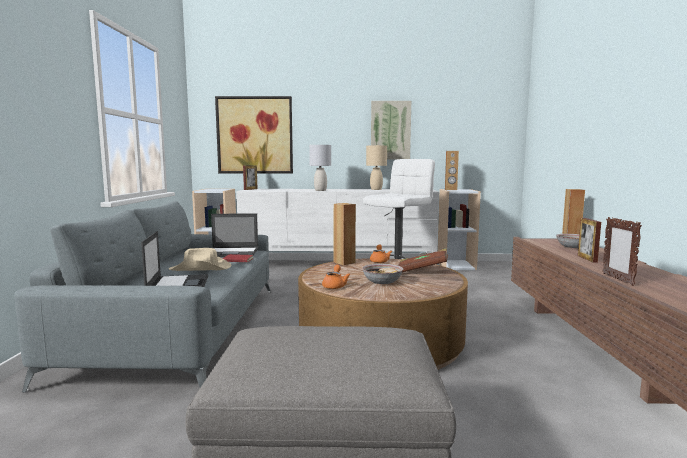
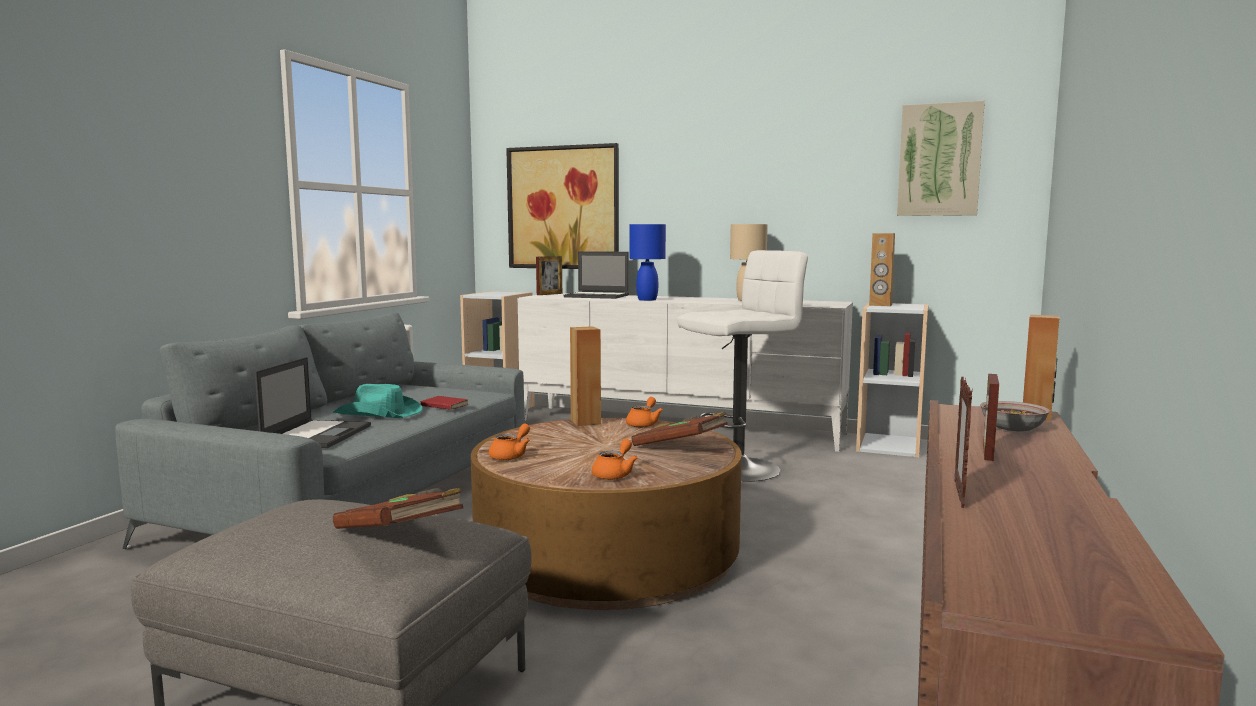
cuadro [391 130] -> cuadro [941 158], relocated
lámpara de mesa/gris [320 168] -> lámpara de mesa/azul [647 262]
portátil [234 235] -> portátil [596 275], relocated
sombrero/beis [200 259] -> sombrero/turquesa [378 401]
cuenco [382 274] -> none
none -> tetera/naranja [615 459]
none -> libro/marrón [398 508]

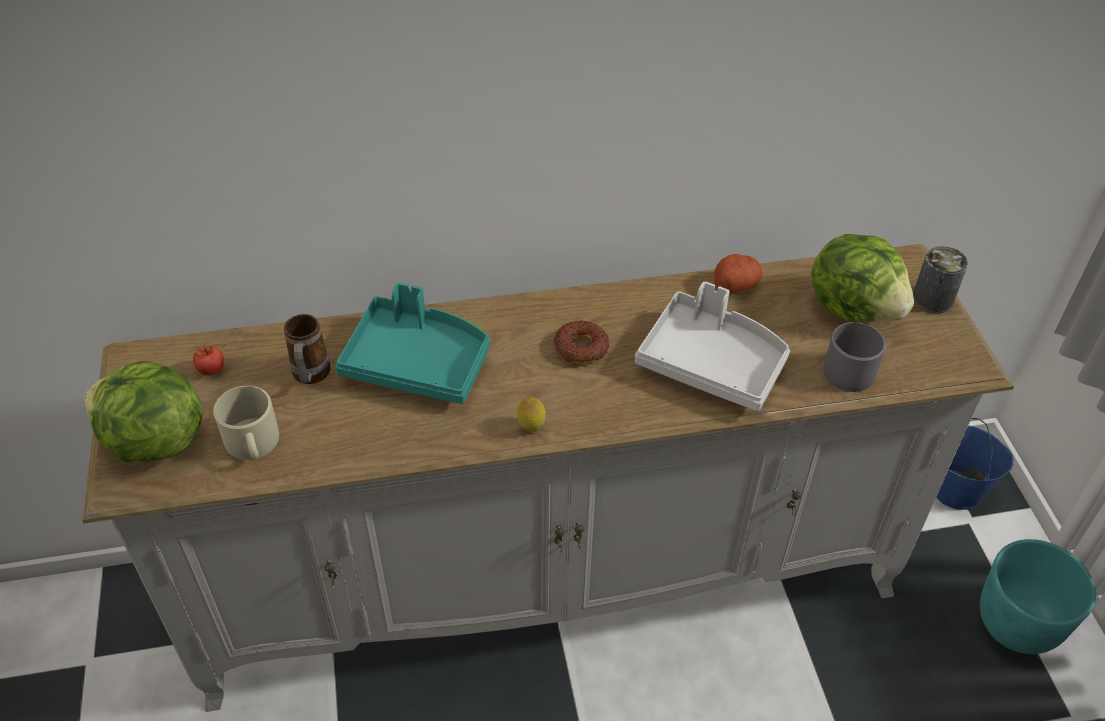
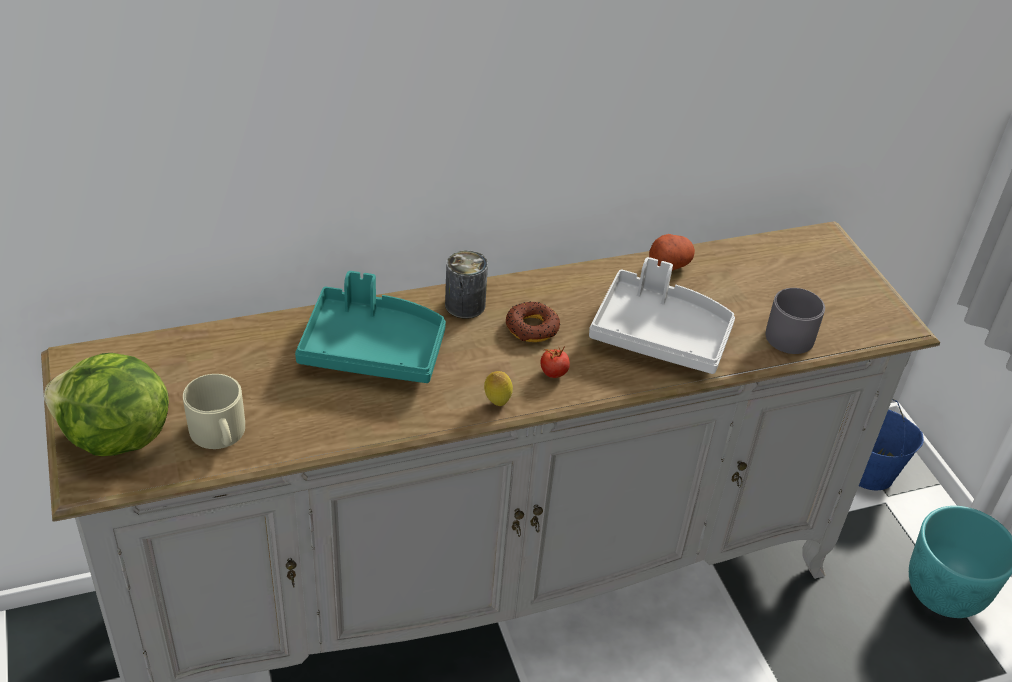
lechuga [862 278] -> none
lata [940 279] -> lata [466 284], relocated
taza grande [307 349] -> none
tomate [208 359] -> tomate [555 362], relocated

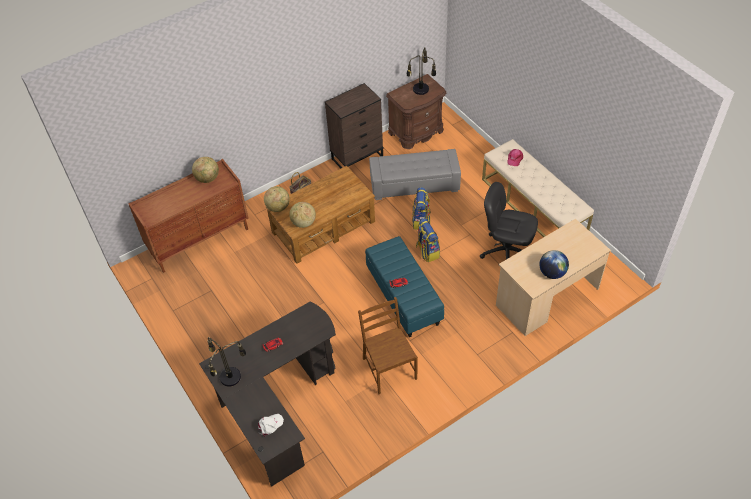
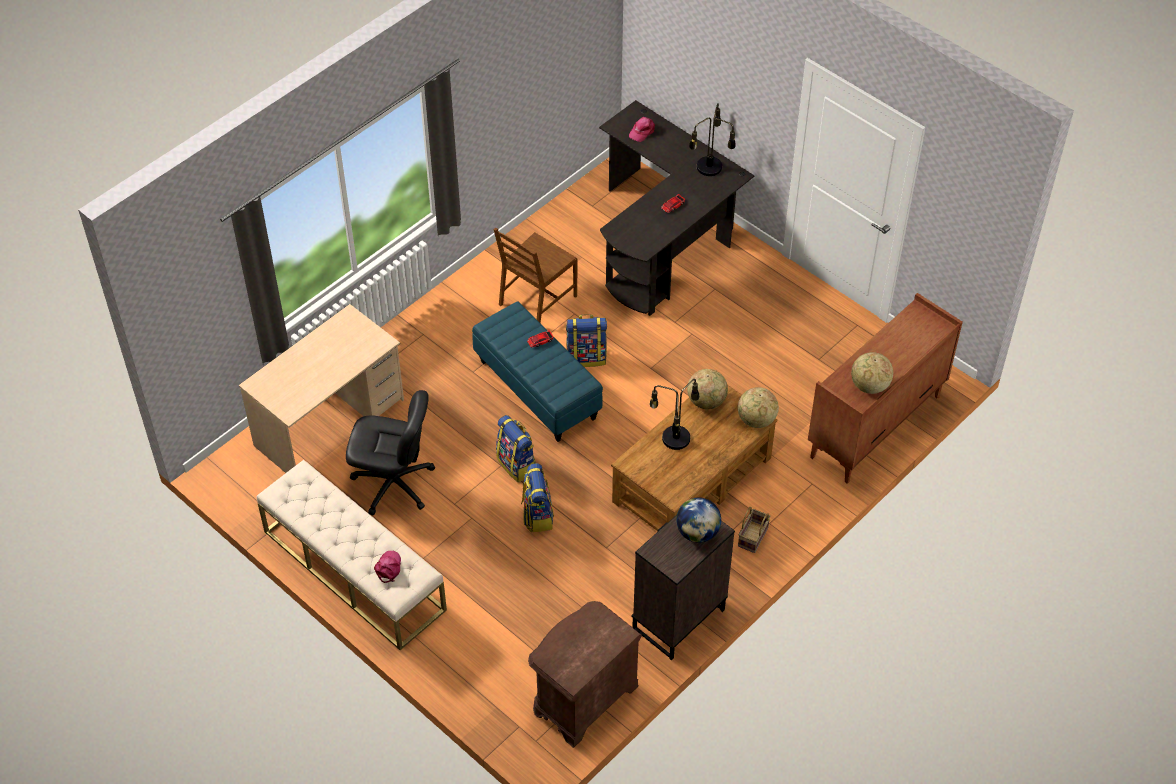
lámpara de mesa [421 71] -> lámpara de mesa [674 414], relocated
puf/gris [415 174] -> none
globo terráqueo [554 264] -> globo terráqueo [698 520], relocated
silla/marrón [388 345] -> silla/marrón [535 275], 75 degrees clockwise
gorra/blanco [271 425] -> gorra/rosa [642 129]
none -> mochila [586 340]

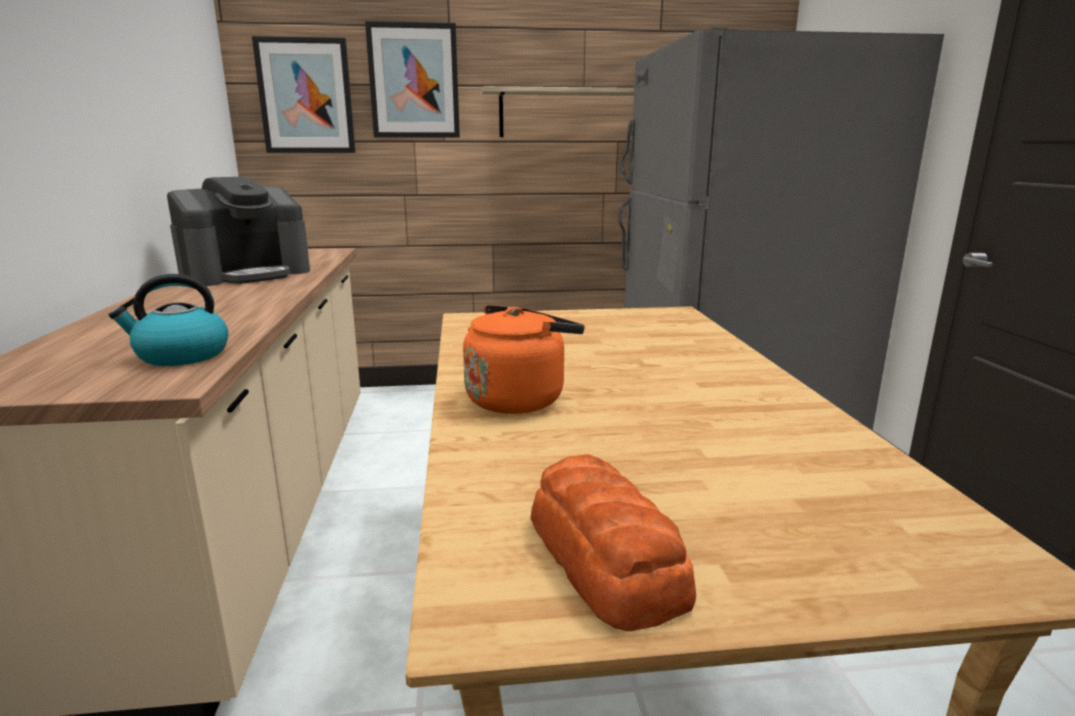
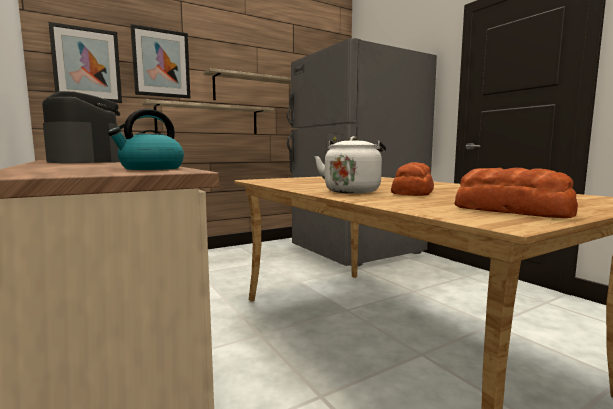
cafetera [238 231] -> cafetera [81 127], 60 degrees counterclockwise
hervidor/naranja [524 359] -> hervidor/blanco [350 165]
none -> estante [208 117]
none -> pan [412 179]

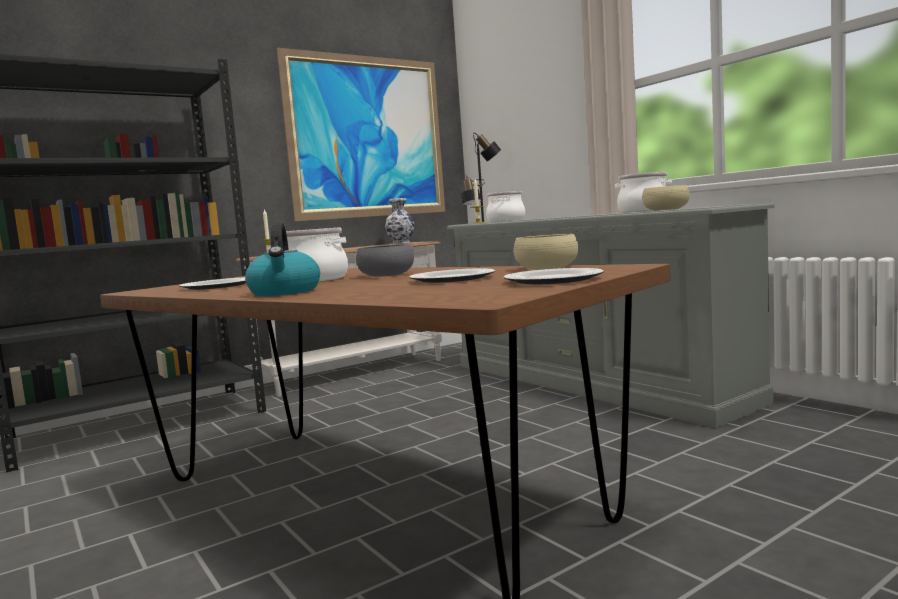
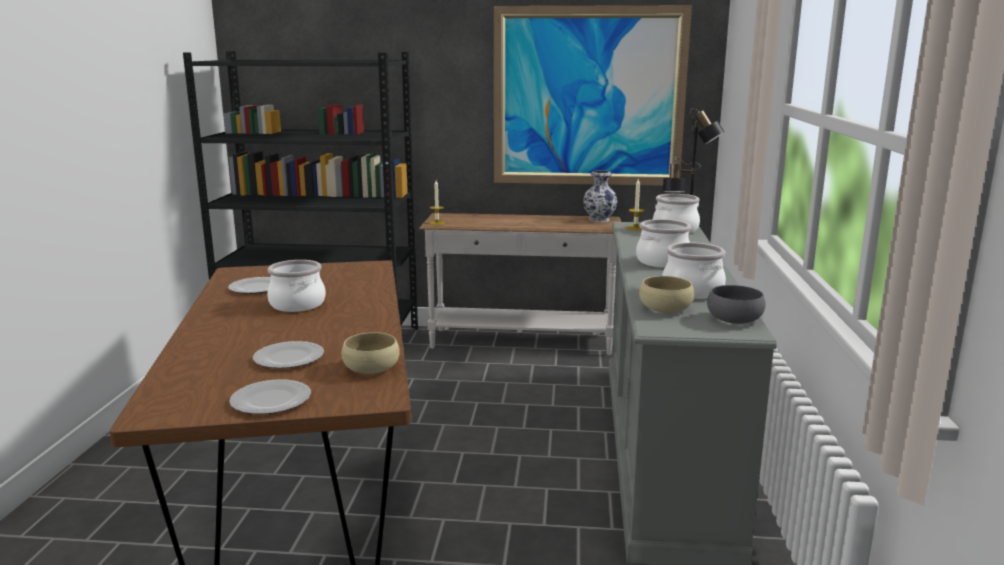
hervidor [282 259] -> none
cuenco/gris [385 260] -> cuenco/gris [736 304], relocated
none -> olla [663 243]

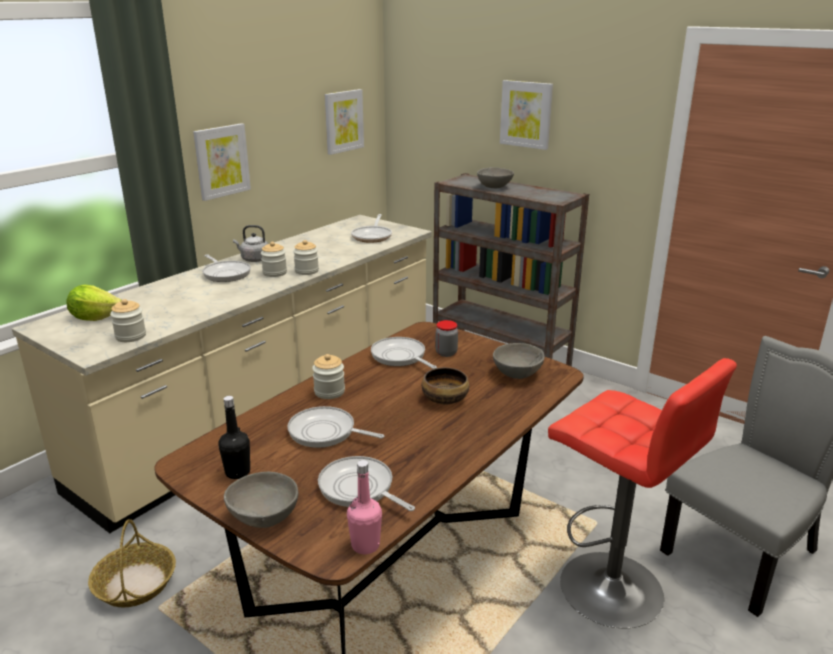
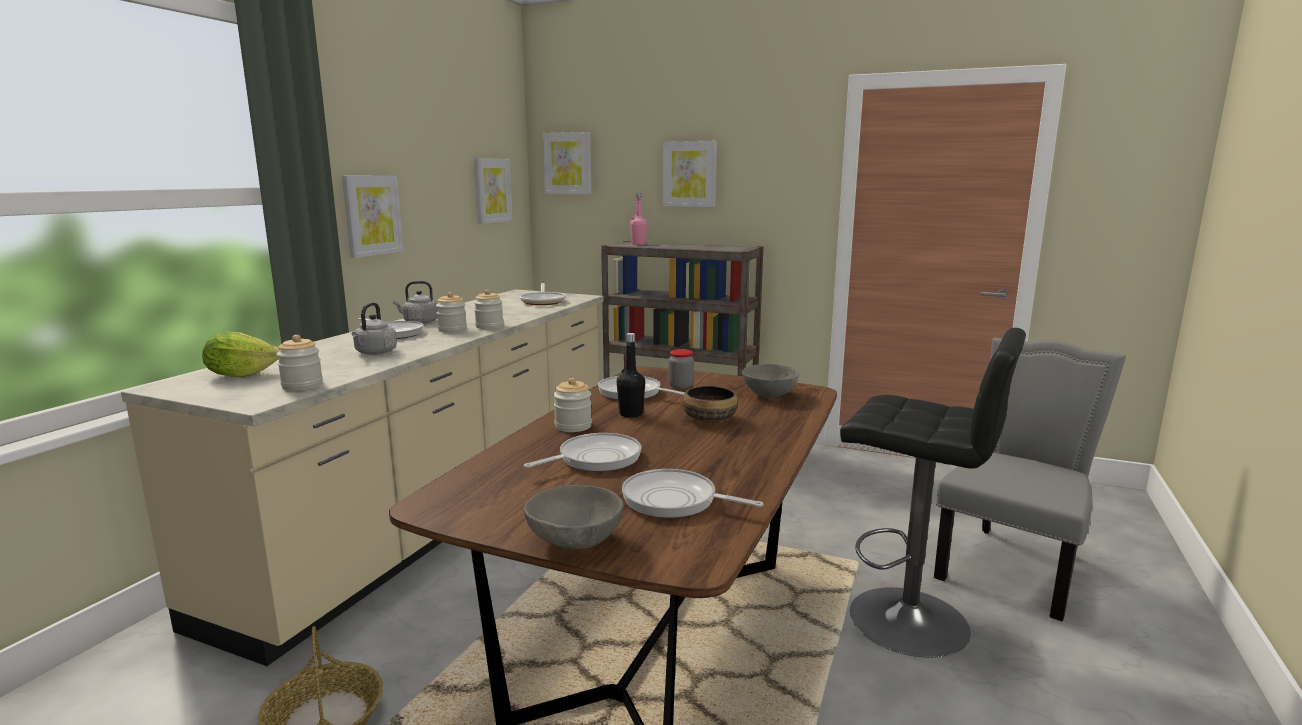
cuenco/gris [495 177] -> none
taburete/rojo [642 493] -> taburete/negro [933 493]
botella/negro [234 437] -> botella/negro [631 375], relocated
sartén [335 427] -> sartén [582 452], 135 degrees clockwise
botella/rosa [364 507] -> botella/rosa [638 219], relocated
none -> cuadro [567 163]
none -> hervidor/gris [374 328]

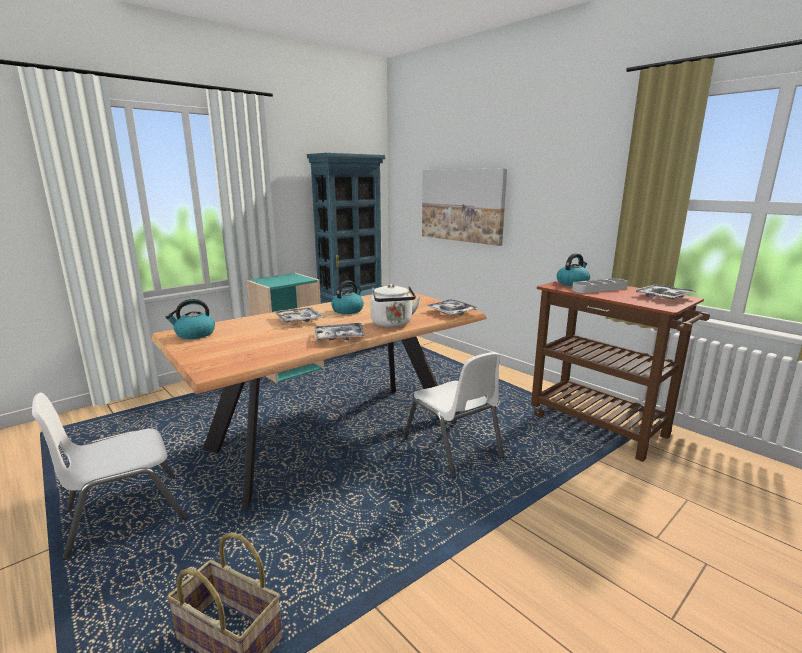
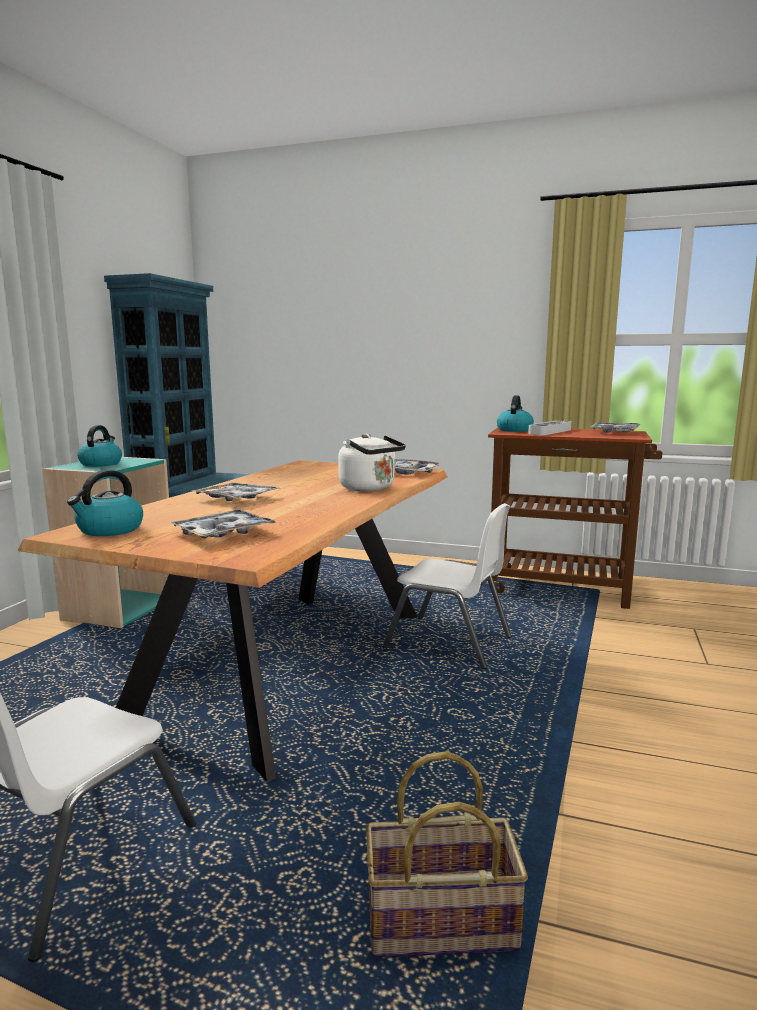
cuadro [464 207] -> none
hervidor [347 297] -> hervidor [100 446], relocated
bandeja [340 331] -> bandeja [222 523], relocated

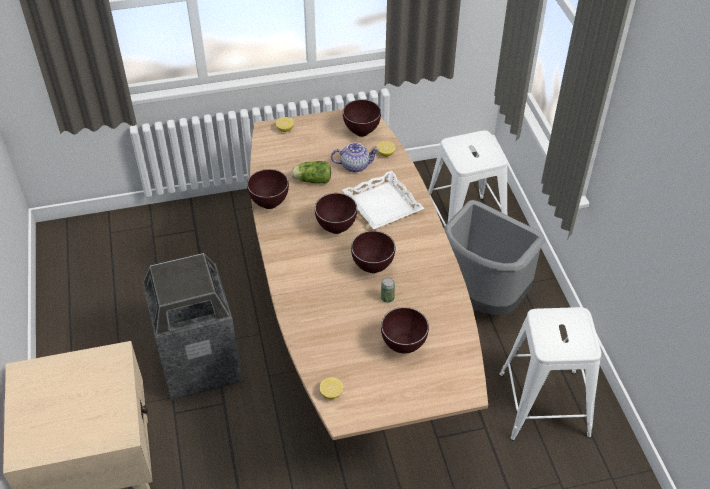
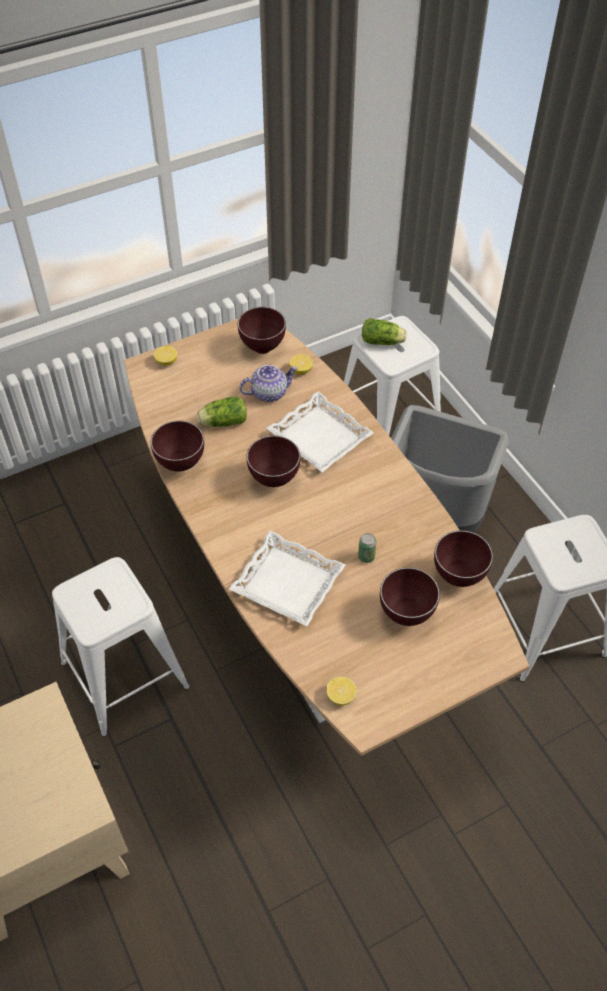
cuenco/marrón [373 252] -> cuenco/marrón [463 558], relocated
papelera [192 326] -> taburete/blanco [121 647]
none -> lechuga [384 331]
none -> bandeja/blanco [287 578]

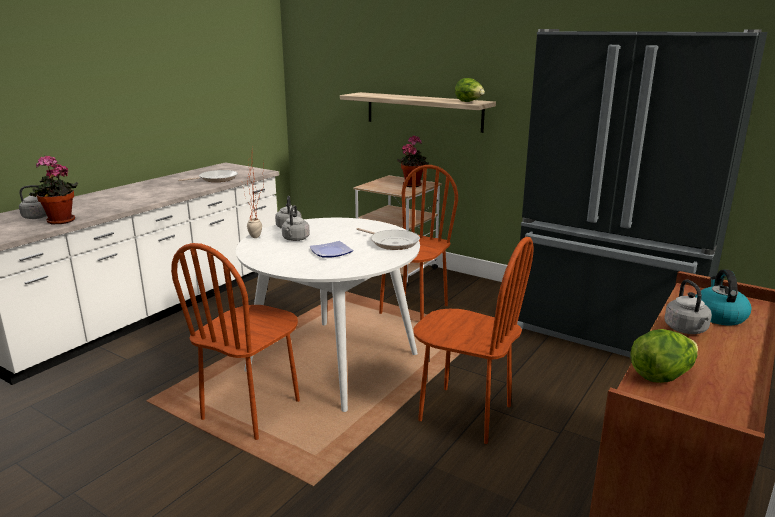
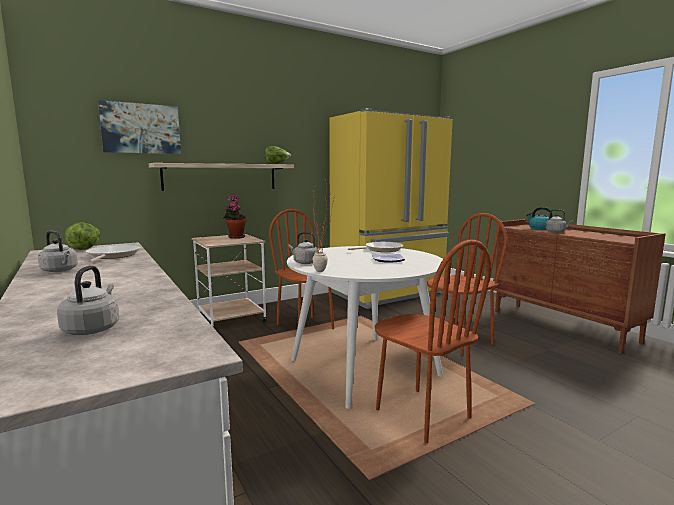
nevera/negro [642 193] -> nevera/amarillo [391 208]
planta en maceta [54 190] -> none
hervidor/gris [296 223] -> hervidor/gris [58 251], relocated
lechuga [664 356] -> lechuga [82 236], relocated
none -> cuadro [139 127]

